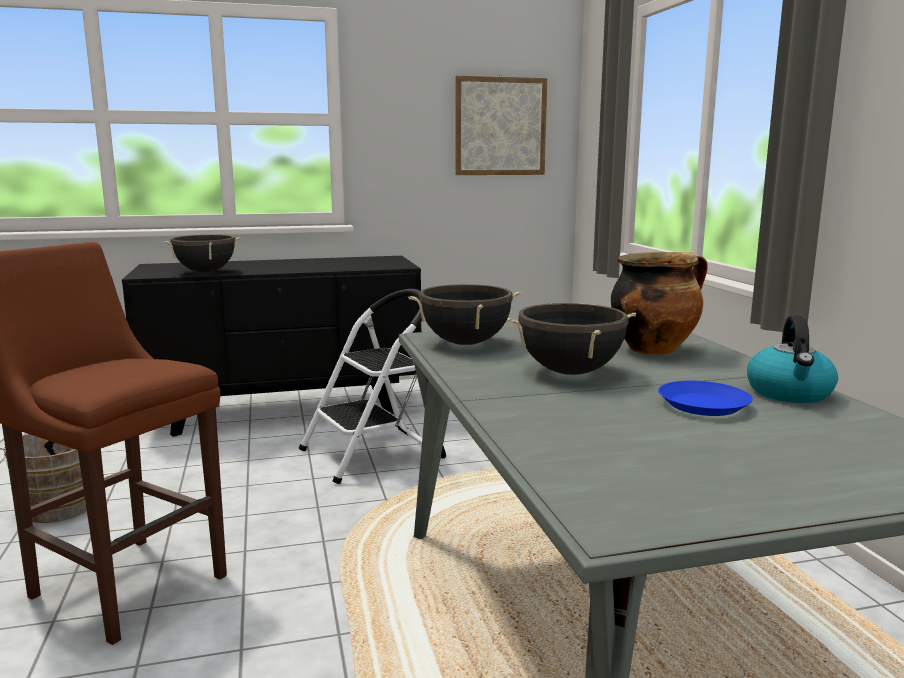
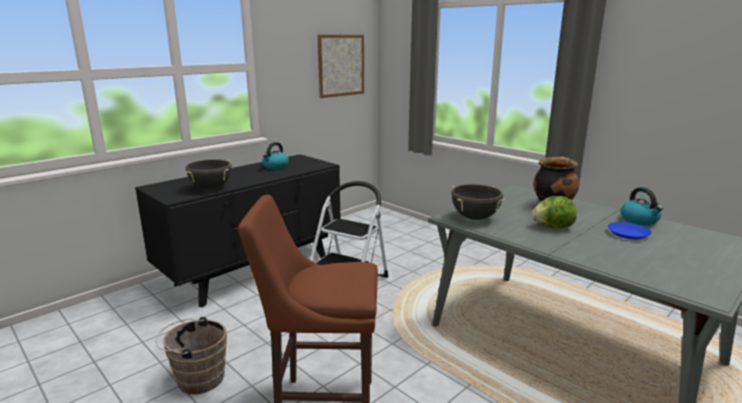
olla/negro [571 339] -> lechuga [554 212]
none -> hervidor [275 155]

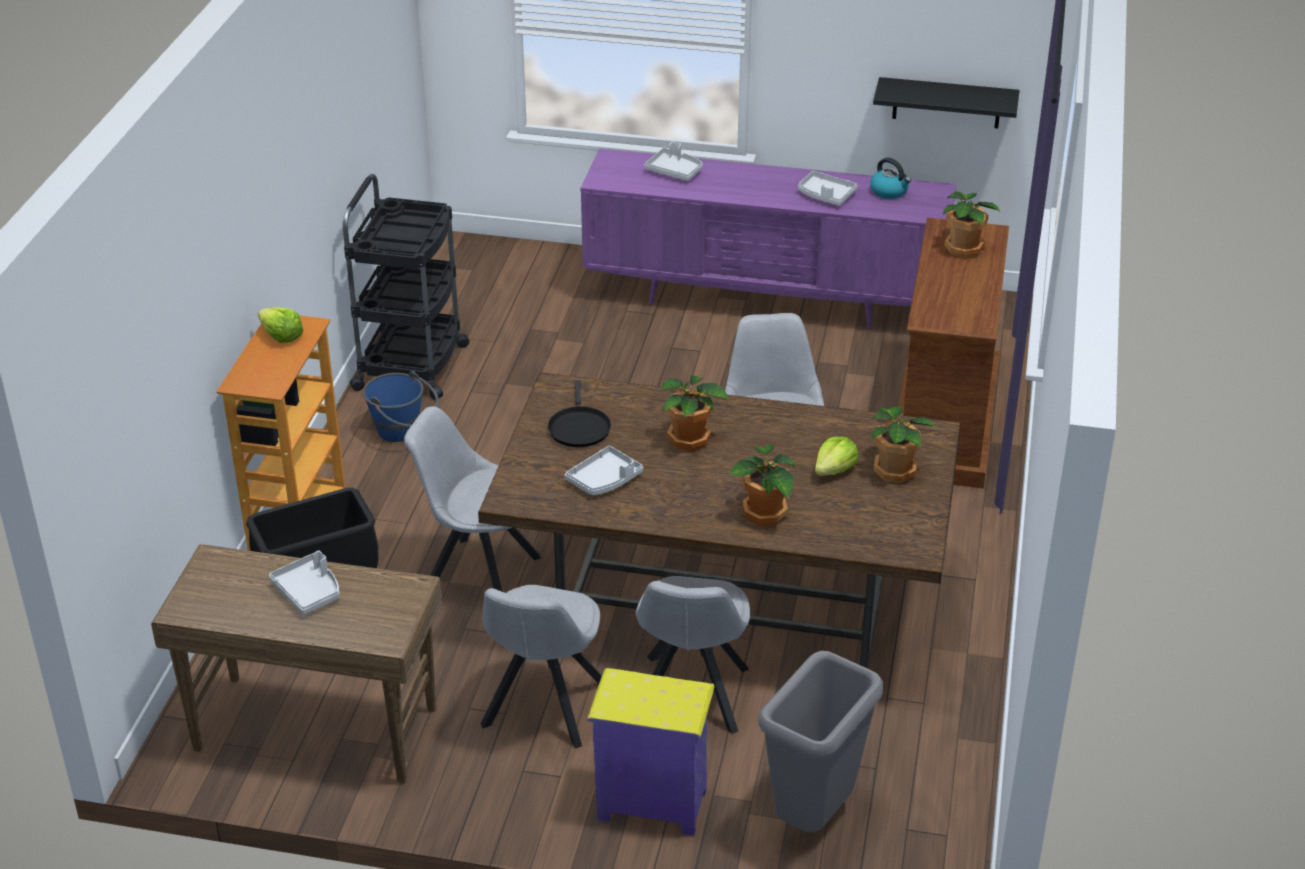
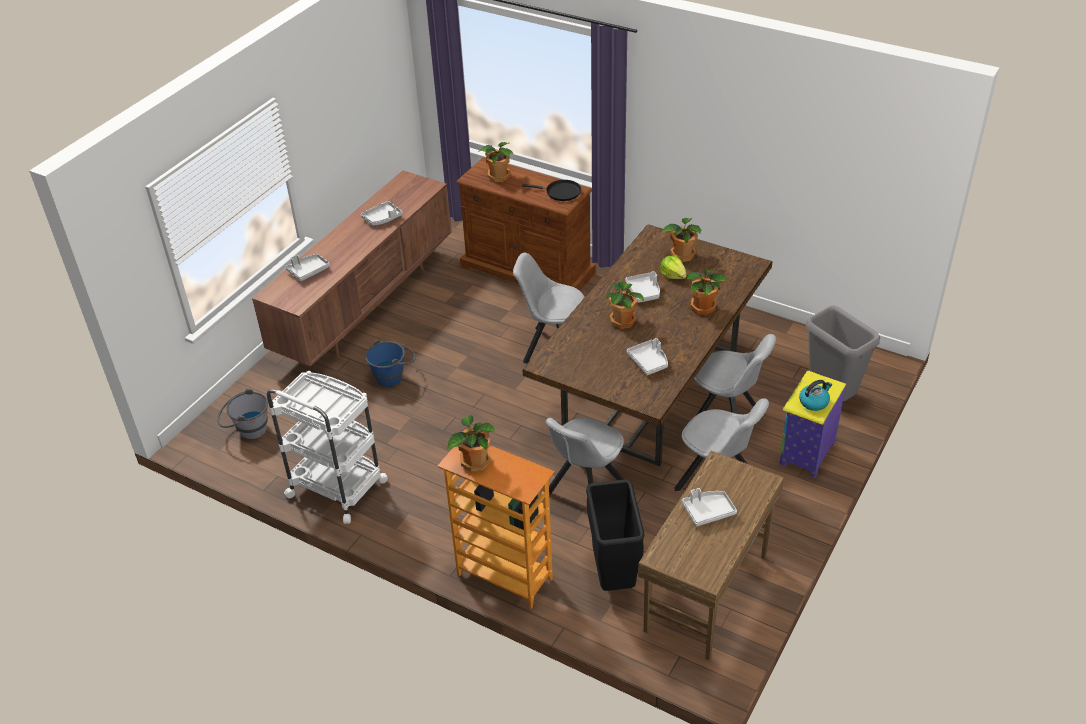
estante/negro [946 102] -> none
armario/morado [768 239] -> armario/marrón [352 268]
hervidor [890 178] -> hervidor [815 395], relocated
carrito/negro [406 287] -> carrito/blanco [327 447]
lechuga [281 325] -> planta en maceta [471 443]
cubo/azul [401 406] -> cubo/azul [390 363], relocated
sartén/negro [579 413] -> sartén/negro [551 190], relocated
none -> bandeja/gris [642 287]
none -> cubo/gris [242 414]

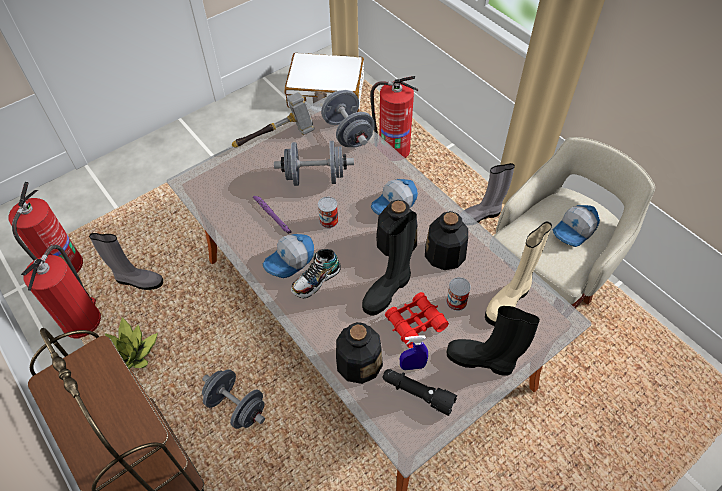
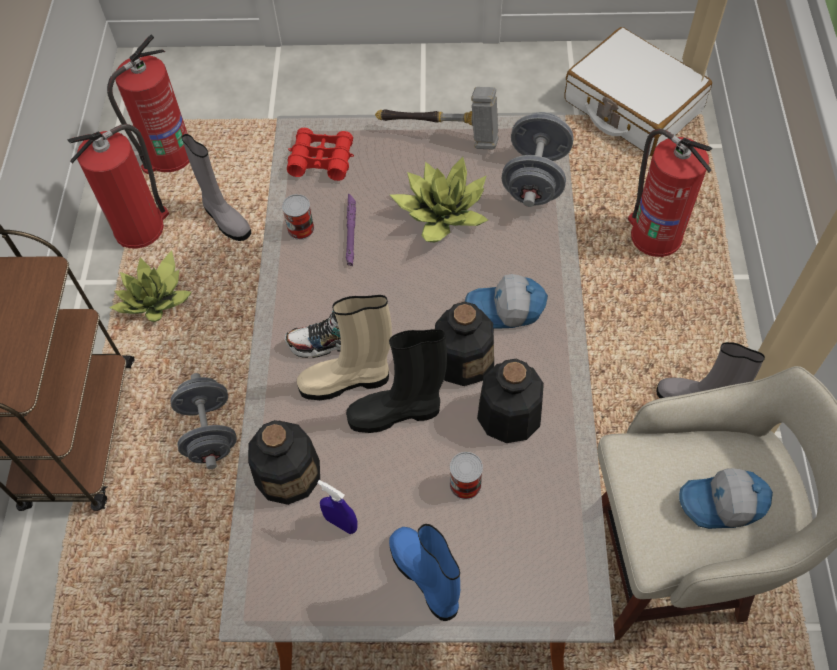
mancuerna/gris [314 163] -> planta en maceta [439 199]
lata [328 212] -> lata [298 217], relocated
bota/beis [518 274] -> bota/beis [344 347], relocated
gorra [288 256] -> none
prismáticos/rojo [417 320] -> prismáticos/rojo [320 154], relocated
bota/negro [493 341] -> bota/azul [424 572]
linterna/negro [419 392] -> none

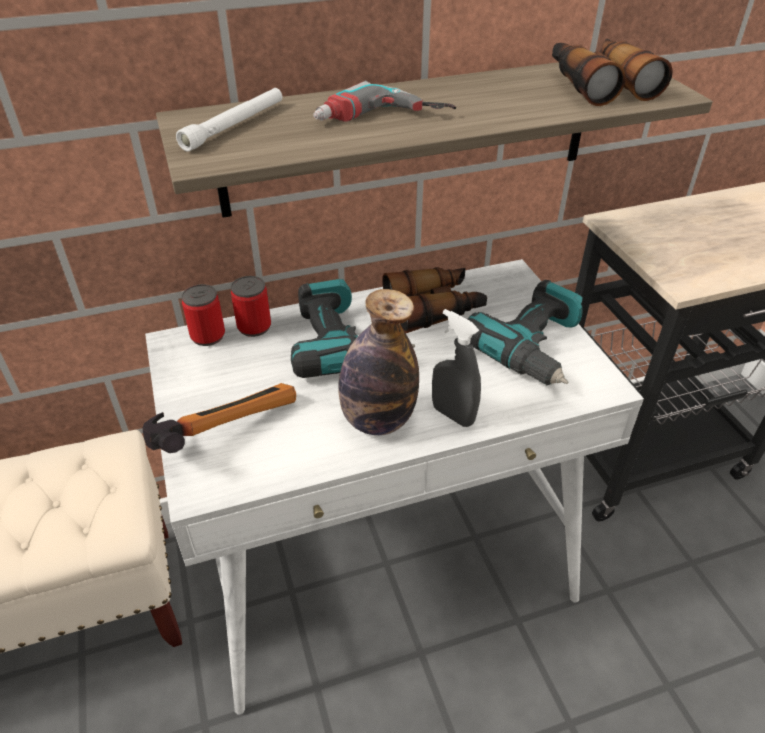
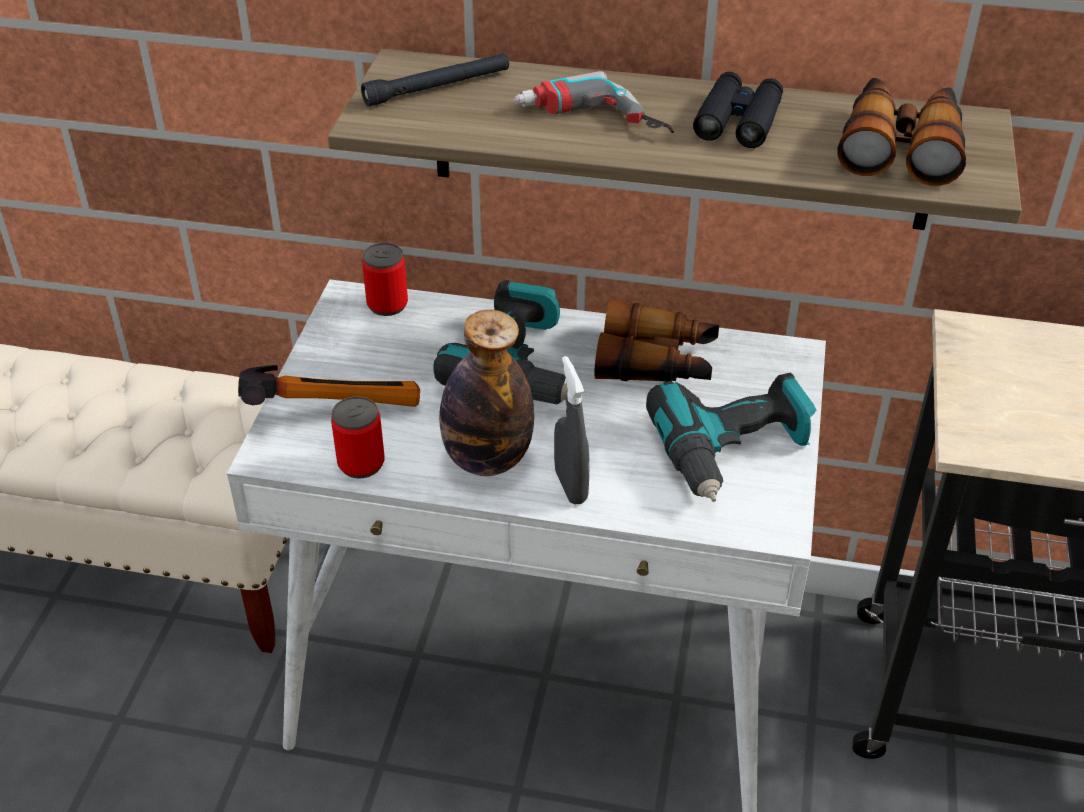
linterna/blanco [229 120] -> linterna/negro [435 80]
lata [251 306] -> lata [358 437], relocated
none -> prismáticos/negro [738 110]

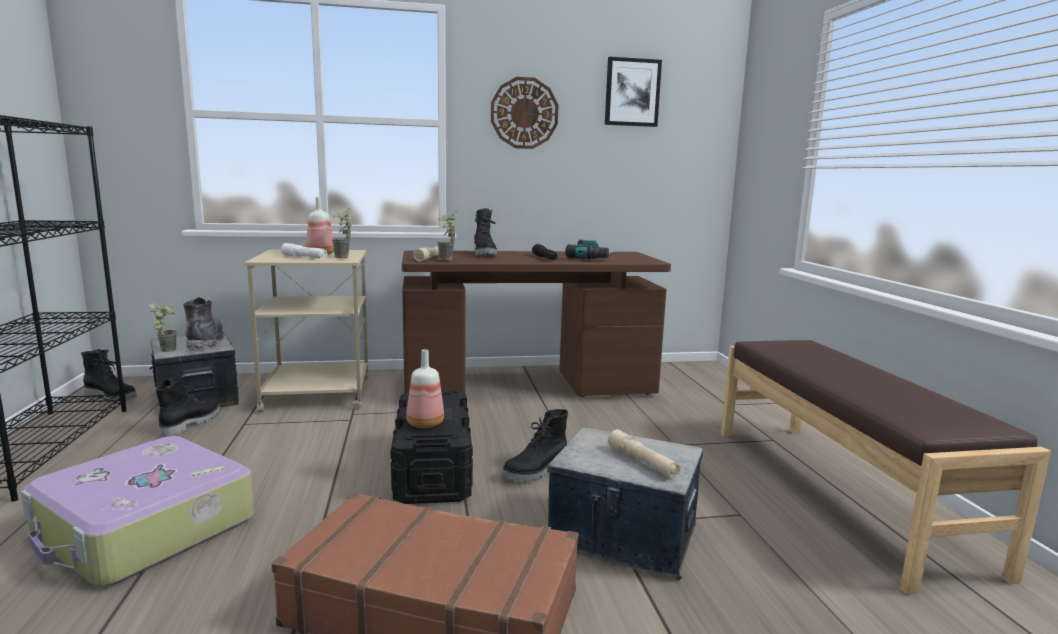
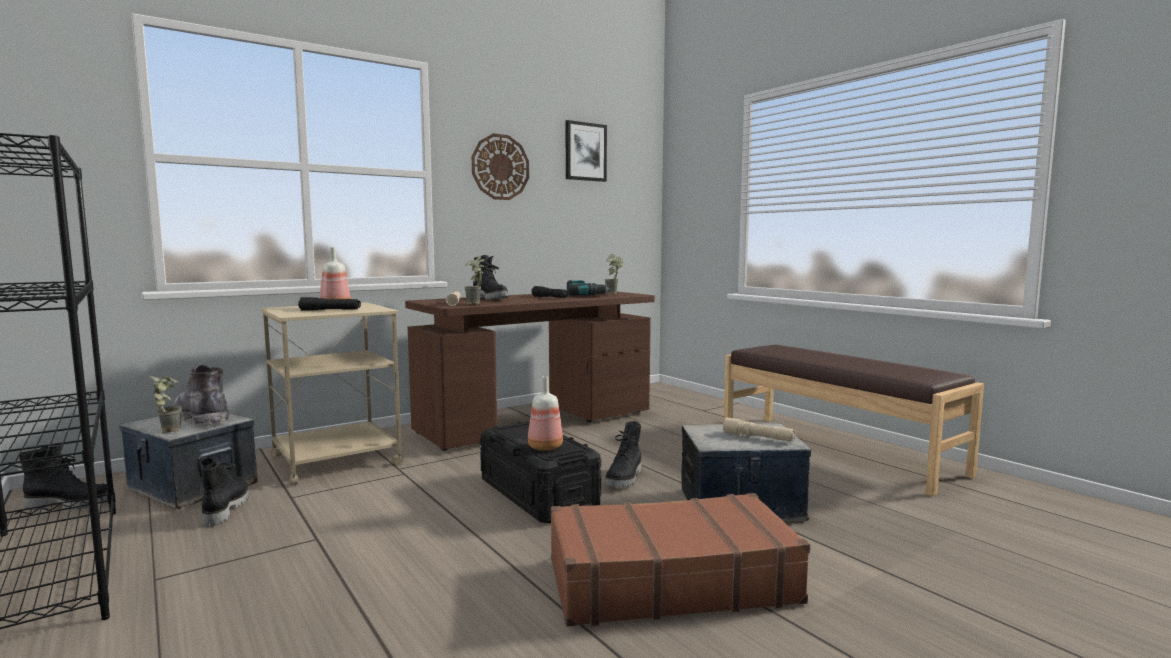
planta en maceta [343 233] -> planta en maceta [614 274], relocated
linterna/blanco [304 251] -> linterna/negro [329 304]
maleta [137 511] -> none

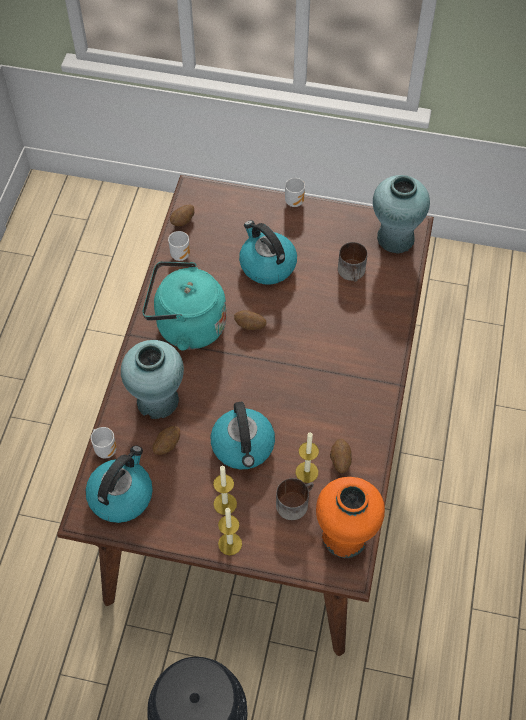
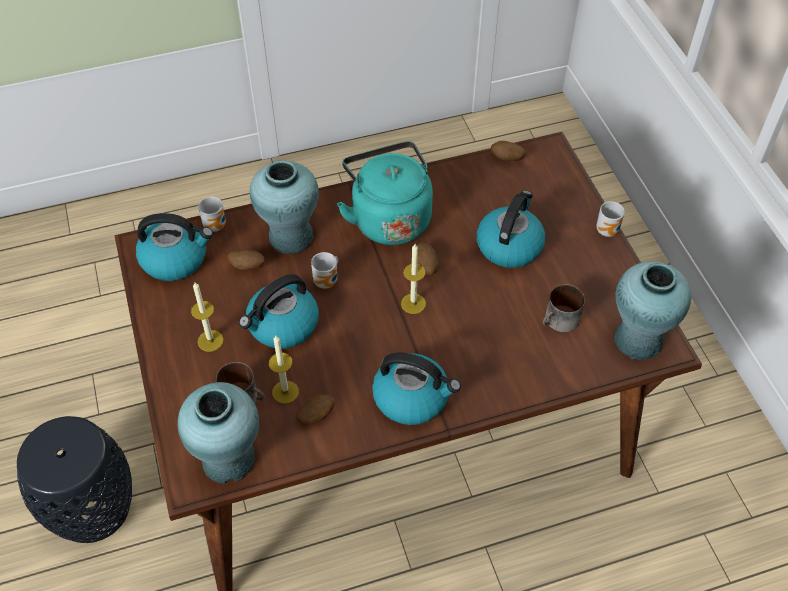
taza grande [179 246] -> taza grande [324 270], relocated
florero/naranja [350 517] -> florero/turquesa [218 433]
vela [230 531] -> vela [413 279], relocated
none -> hervidor [416 388]

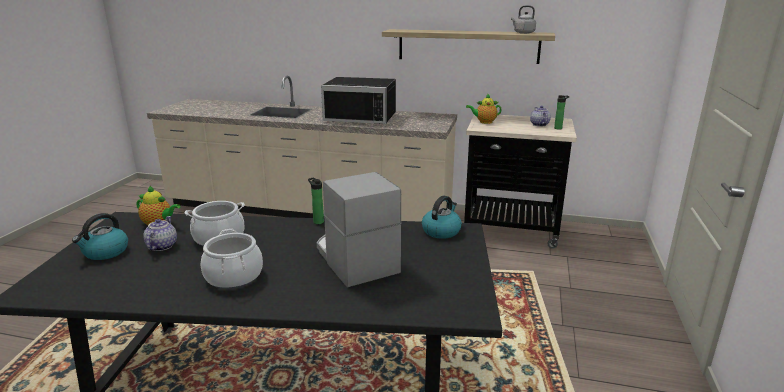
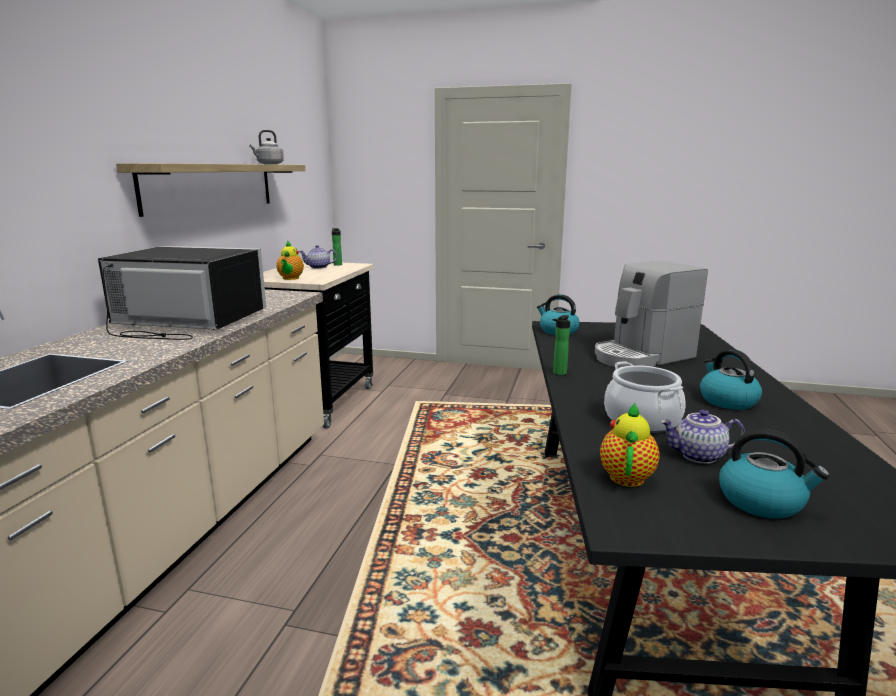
microondas/negro [358 100] -> microondas/negro [182 293], 90 degrees counterclockwise
olla [232 259] -> hervidor [731 379]

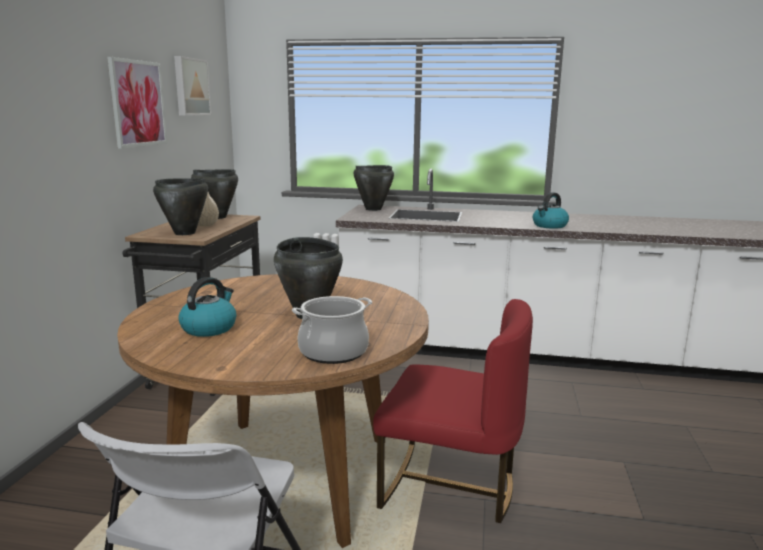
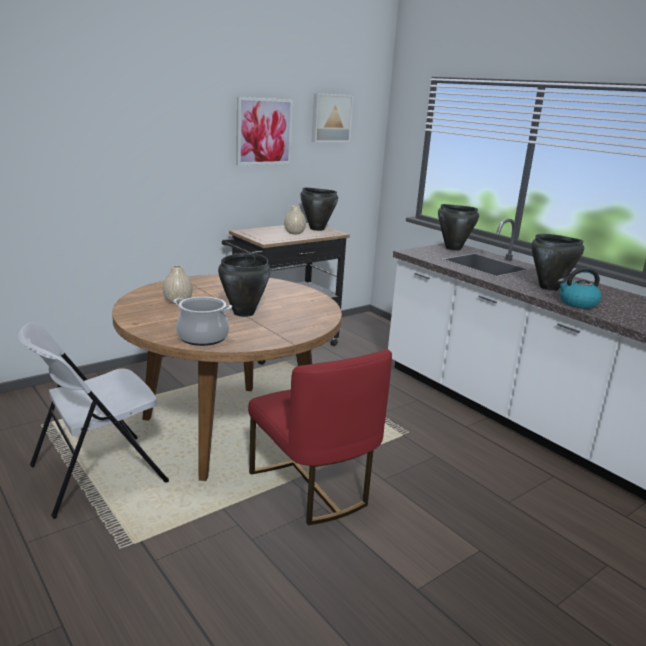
olla/negro [180 206] -> olla/negro [557 262], relocated
hervidor [207 307] -> florero/beis [178 284]

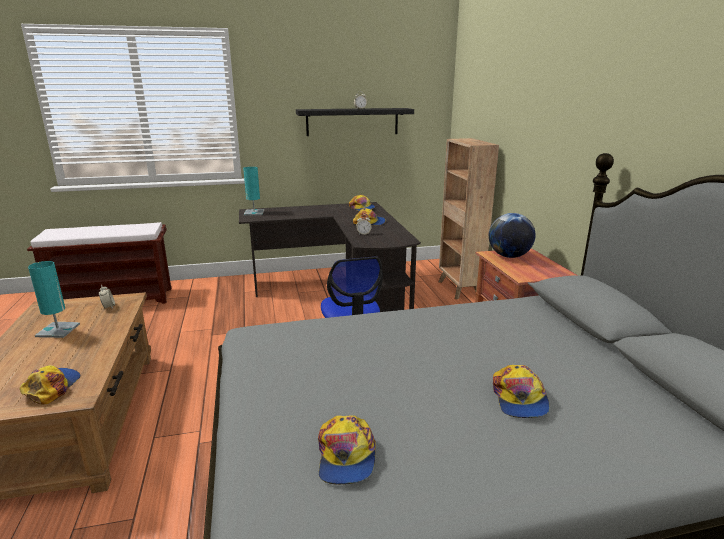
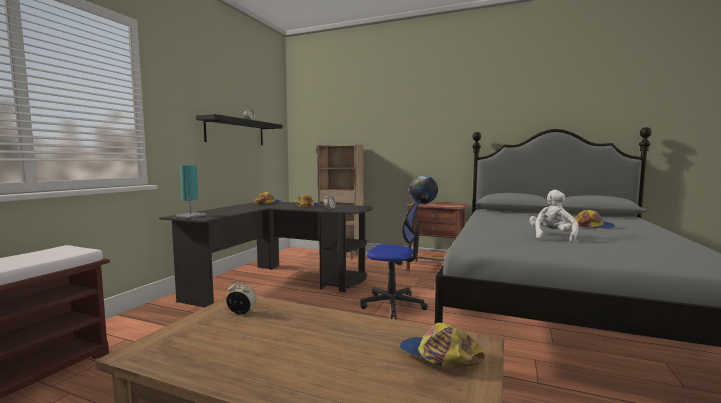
lámpara de mesa/turquesa [54 299] -> none
gorra [347 449] -> none
none -> peluche/blanco [554 216]

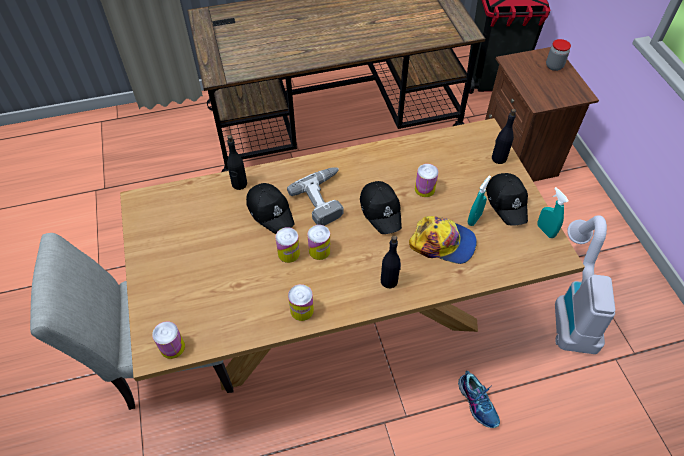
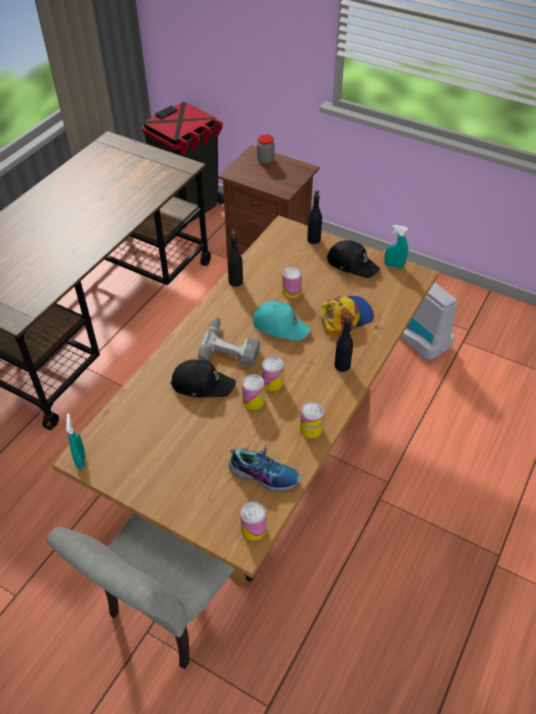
botella/negro [237 162] -> botella/negro [235 259], relocated
pulverizador/turquesa [479 200] -> pulverizador/turquesa [75 441], relocated
gorra/negro [381 207] -> gorra/turquesa [281 321]
zapato [479 399] -> zapato [264 468], relocated

